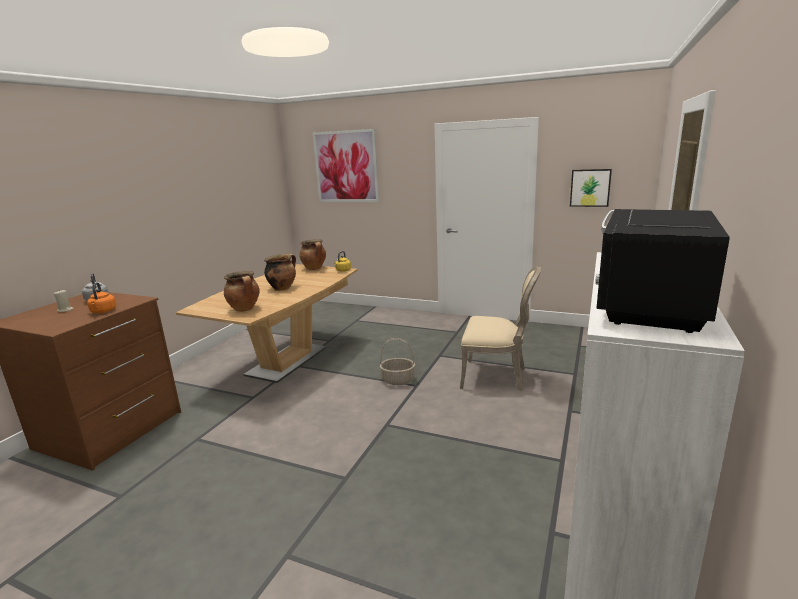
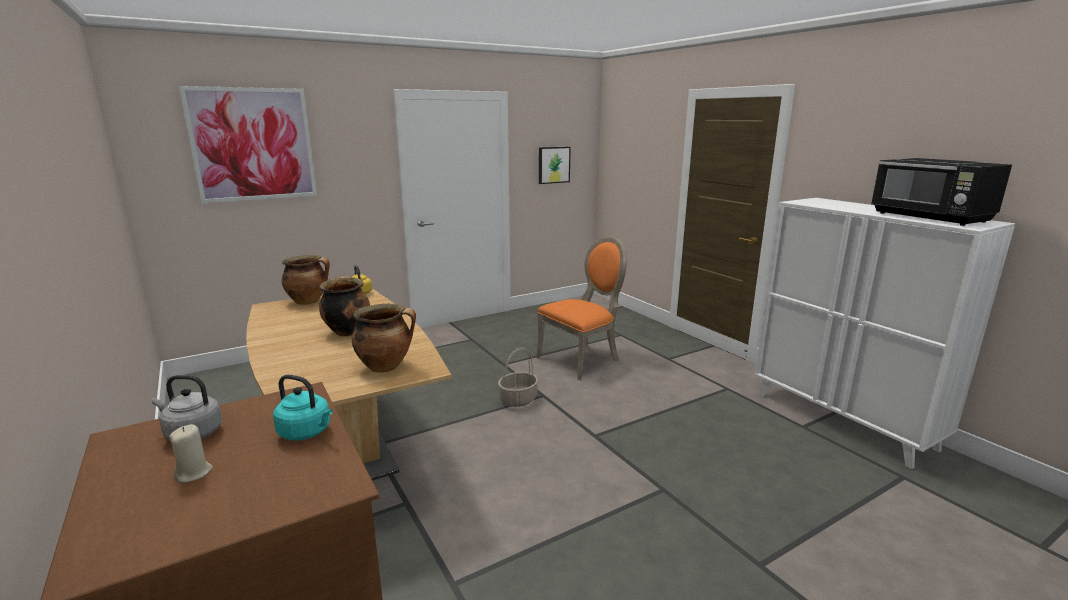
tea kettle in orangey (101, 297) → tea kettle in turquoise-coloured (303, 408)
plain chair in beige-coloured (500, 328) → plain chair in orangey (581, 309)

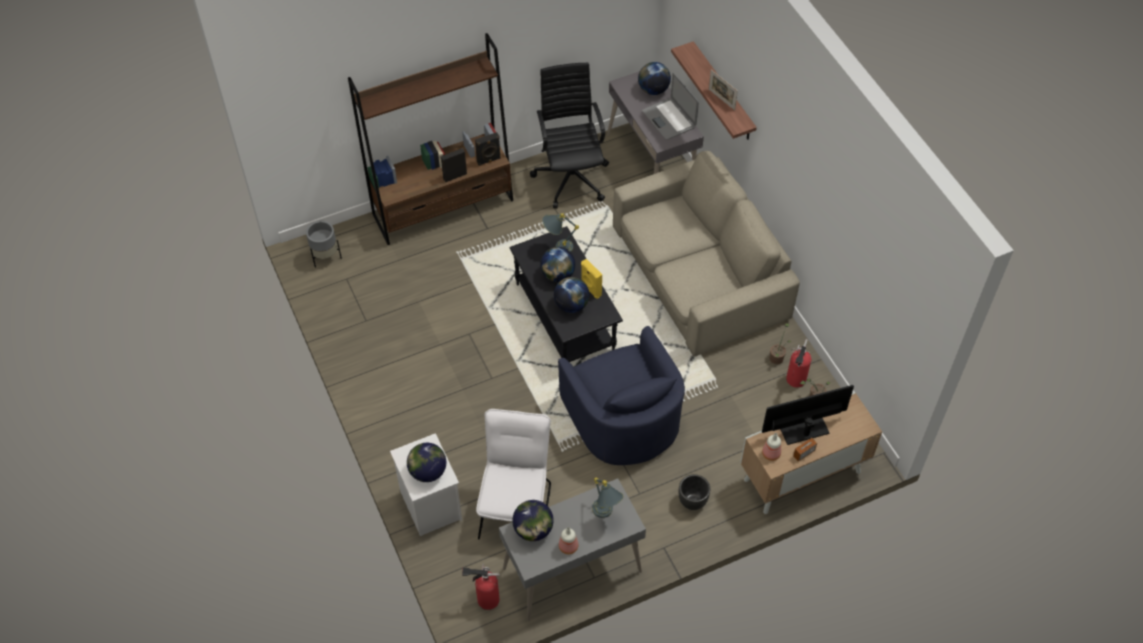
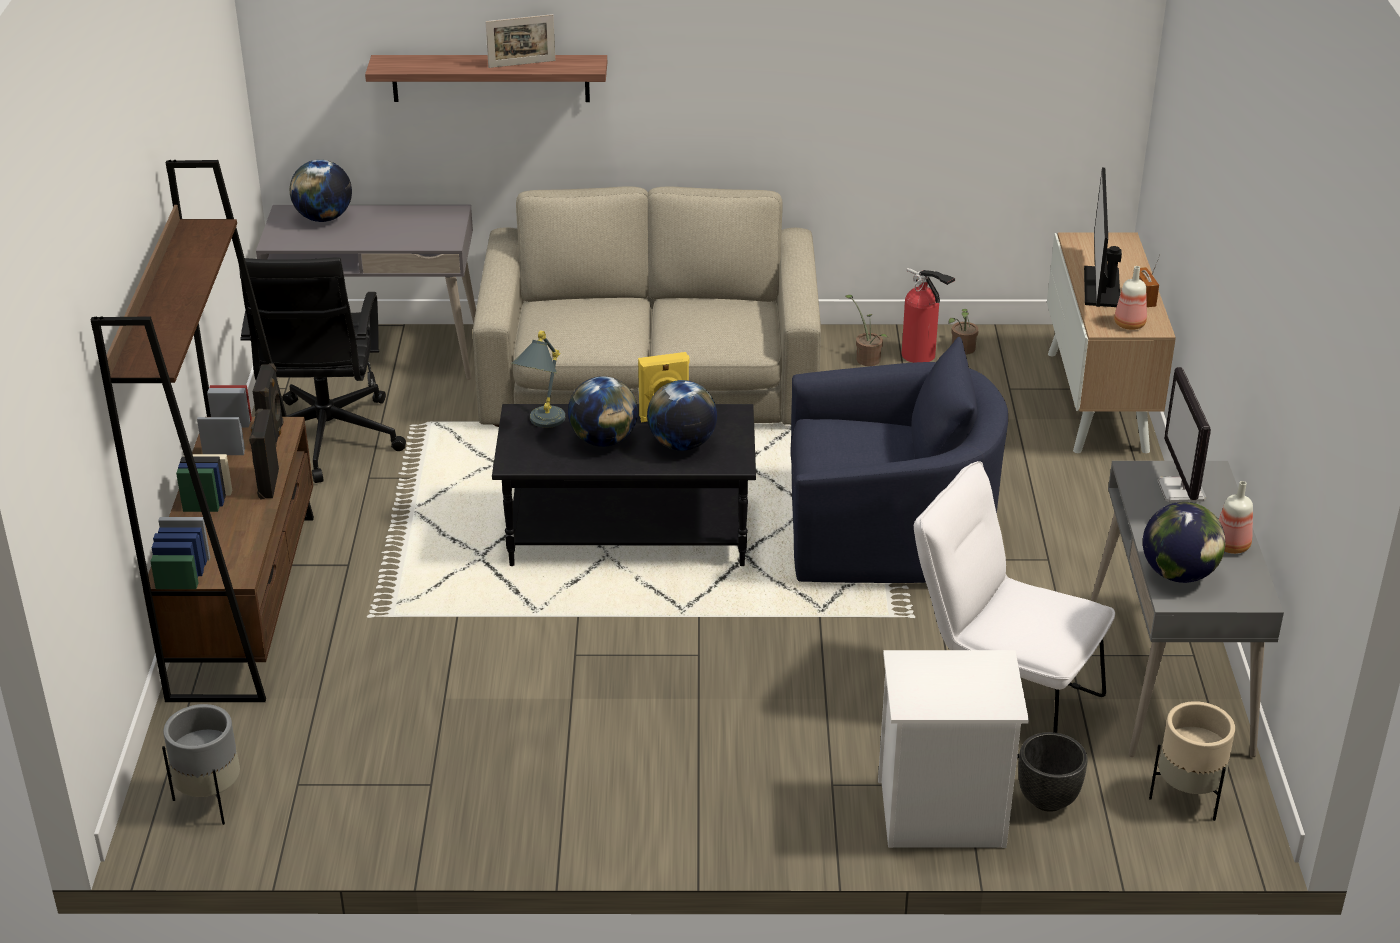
office chair in blackish (569, 135) → office chair in blackish (322, 370), 105 degrees counterclockwise
planter in blackish (694, 492) → planter in blackish (1053, 772), move
fire extinguisher (481, 586) → planter in beige-coloured (1192, 761)
tabletop lamp in greyish (607, 498) → monitor (1184, 434)
desk globe (426, 462) → -
portable computer (670, 106) → -

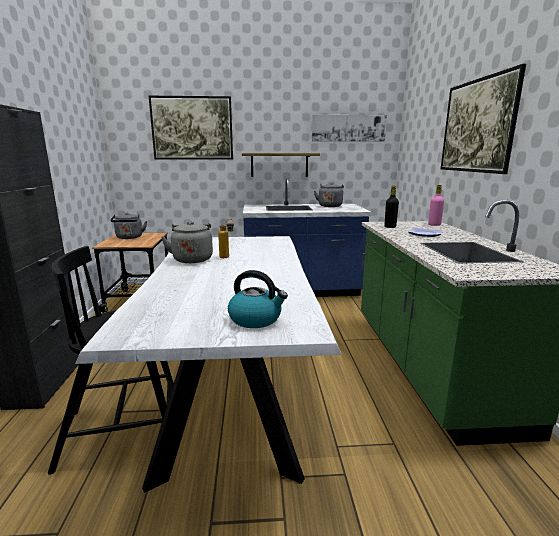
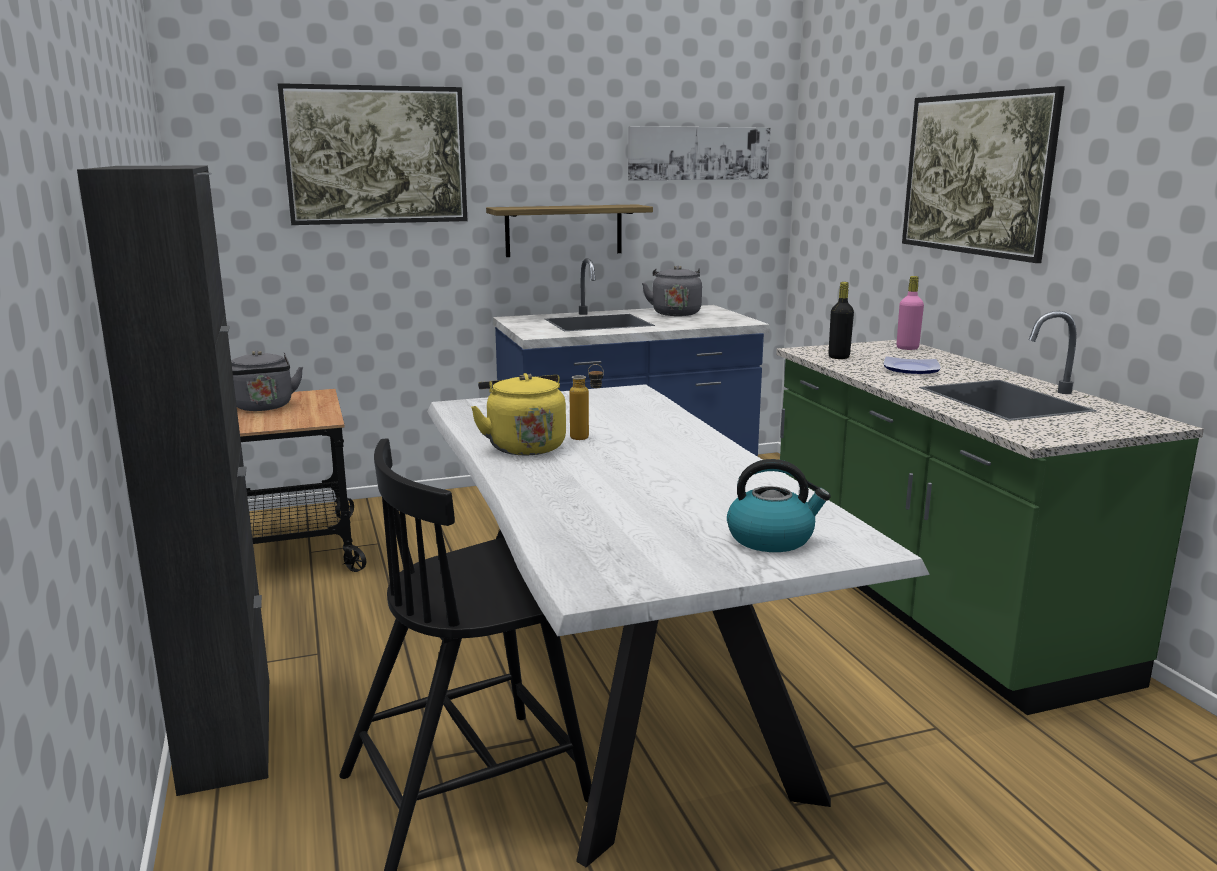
tea kettle in greyish (187, 242) → tea kettle in yellowish (518, 414)

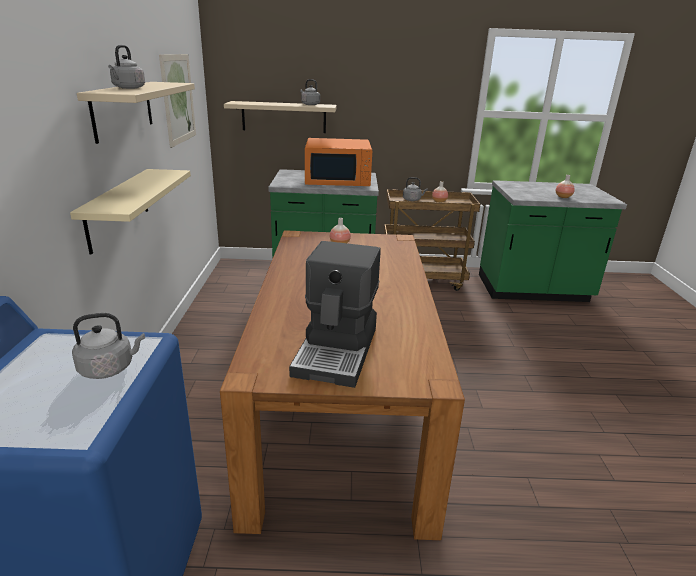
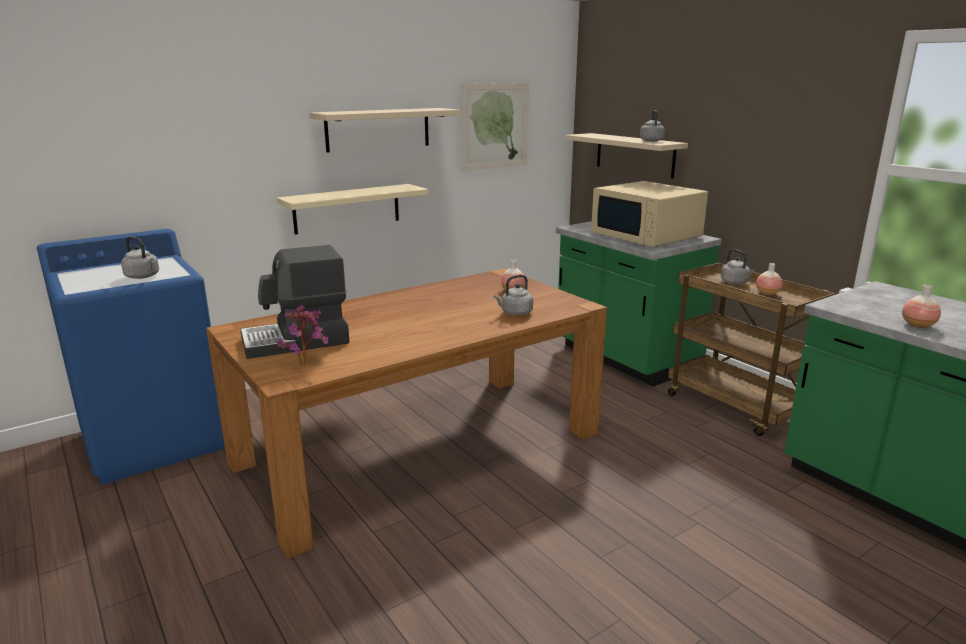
- → potted plant (303, 335)
tea kettle in greyish (126, 67) → tea kettle in greyish (513, 295), move
kitchen microwave in orangey (338, 162) → kitchen microwave in beige-coloured (649, 214)

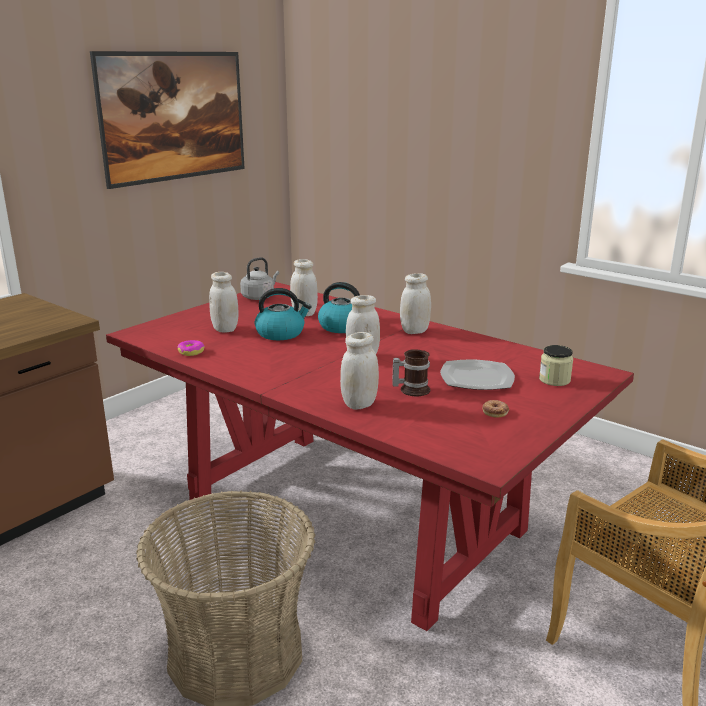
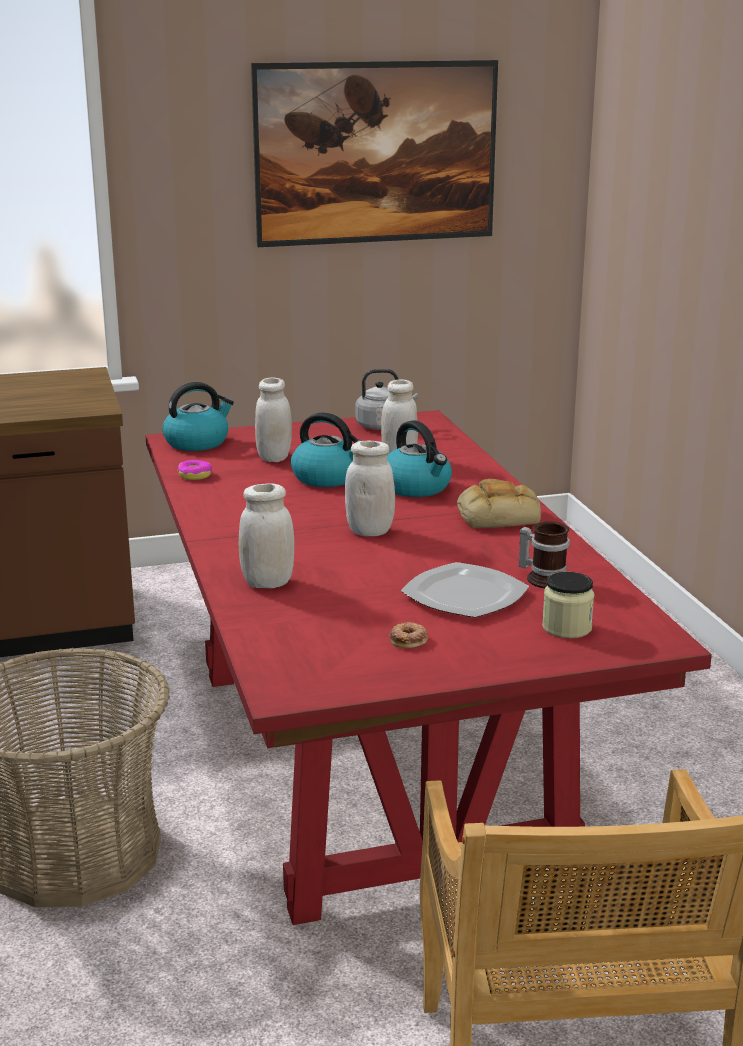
- → tea kettle (198, 416)
jar in white (415, 303) → bread (499, 503)
mug (411, 372) → mug (544, 554), move

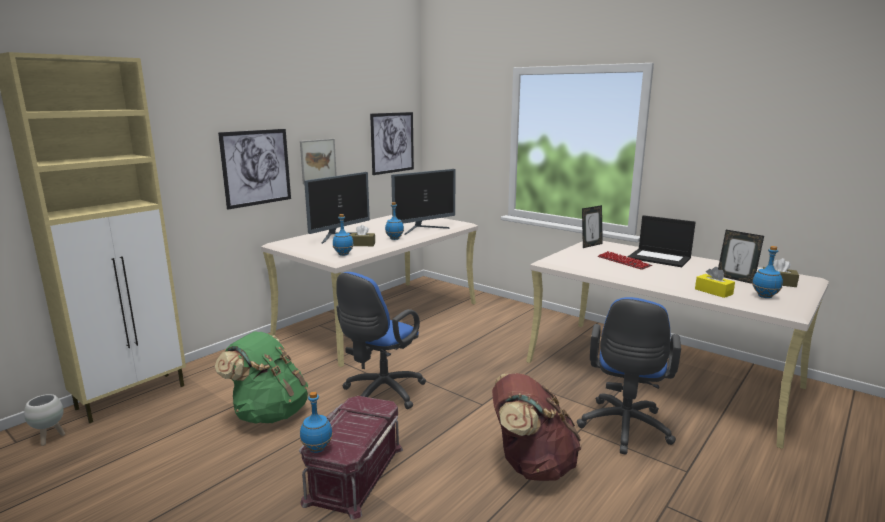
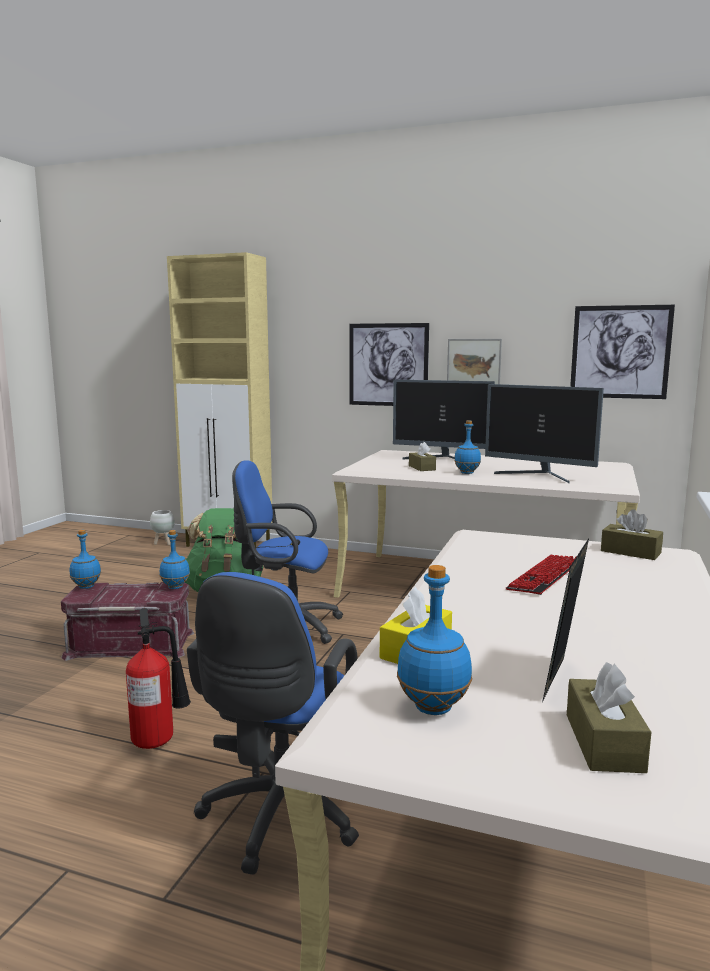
knapsack in brown-coloured (537, 427) → fire extinguisher (158, 678)
beverage bottle in blue-coloured (343, 235) → beverage bottle in blue-coloured (175, 559), move
office chair in blue-coloured (629, 376) → office chair in blue-coloured (273, 723), 75 degrees counterclockwise
standing frame (592, 226) → tissue box in brown-coloured (632, 534)
portable computer (662, 241) → -

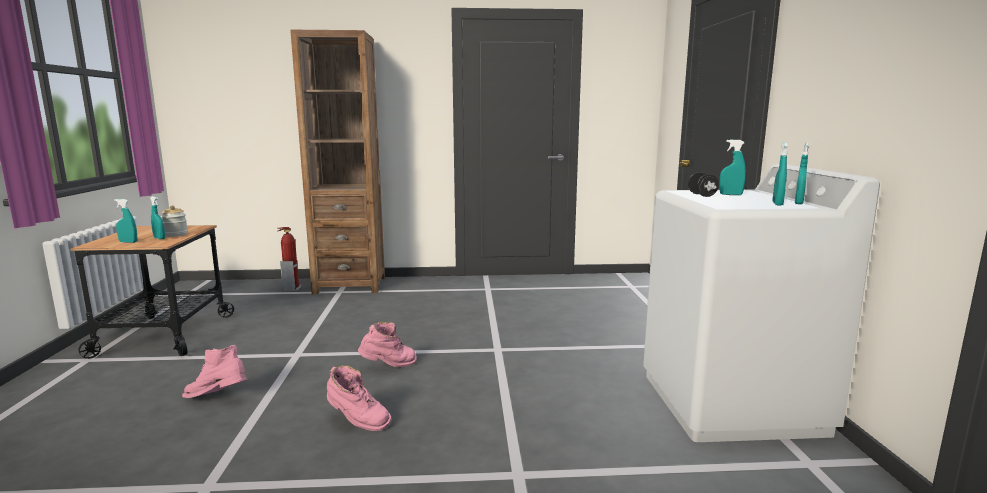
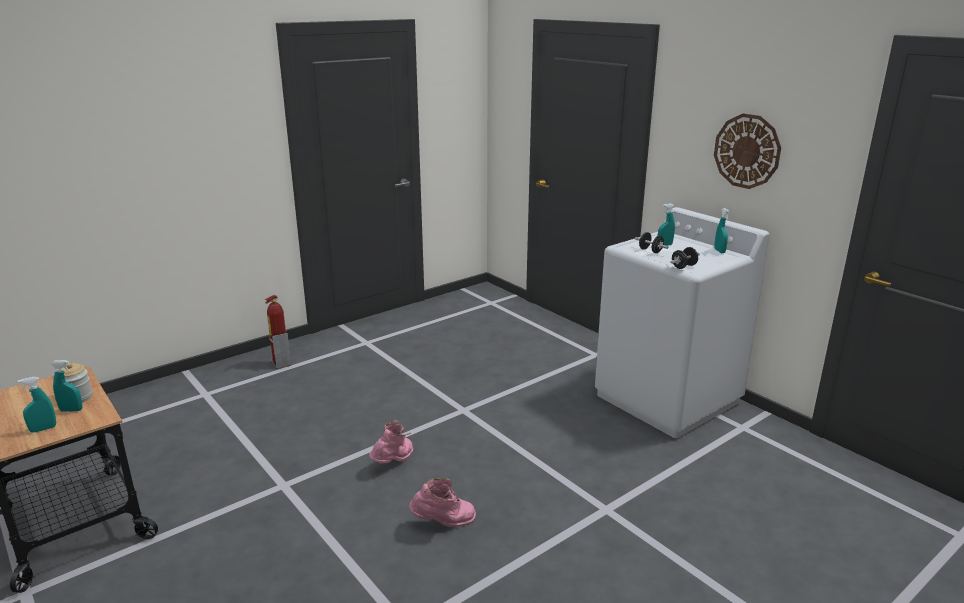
fire extinguisher (289, 259) → fire extinguisher (278, 332), move
- → dumbbell in blackish (685, 258)
- → clock on the wall (747, 151)
boot in pink-coloured (214, 371) → -
shelving unit in brown-coloured (337, 162) → -
hand sprayer in turquoise-coloured (780, 174) → -

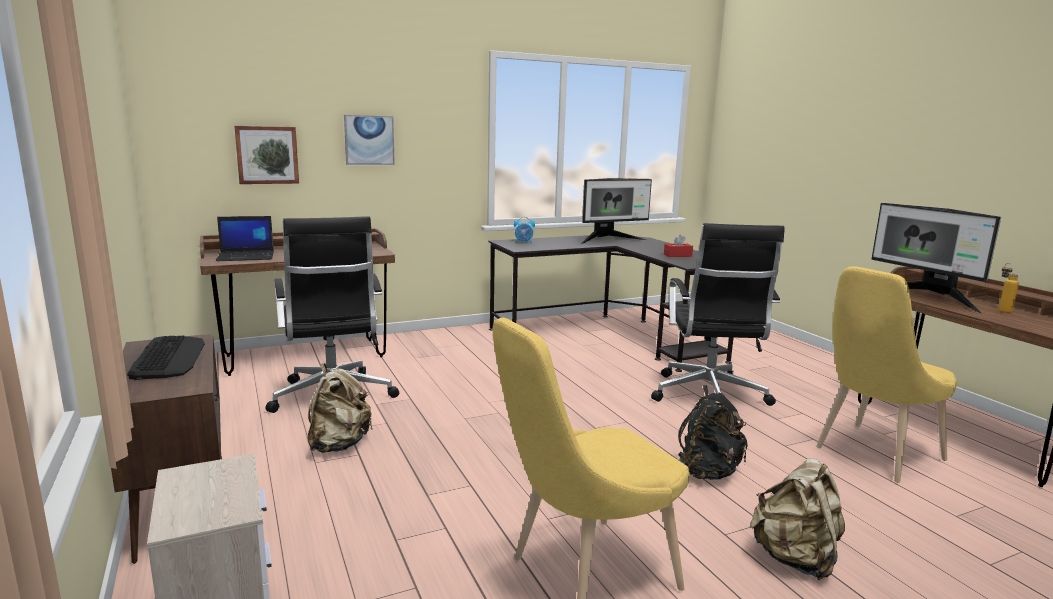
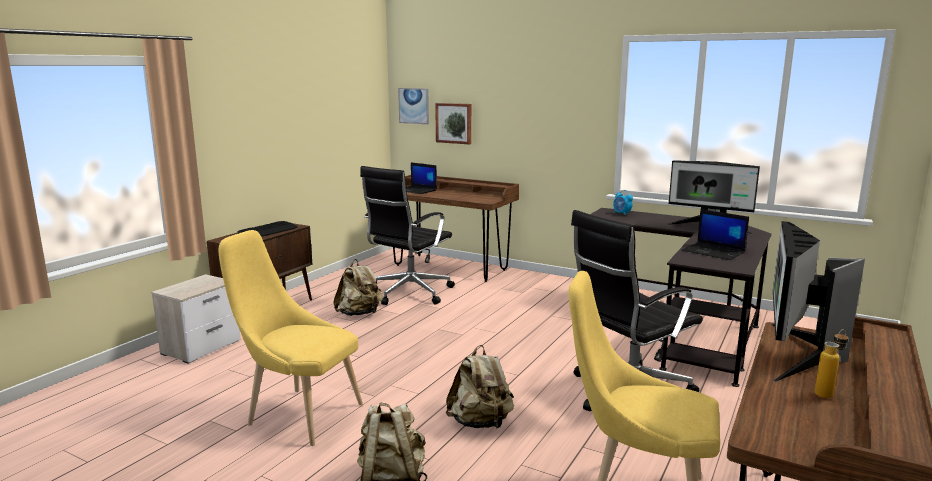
wall art (369, 140) → wall art (413, 106), move
knapsack in blackish (713, 432) → knapsack in beige-coloured (480, 387)
tissue box in red-coloured (678, 246) → portable computer (715, 234)

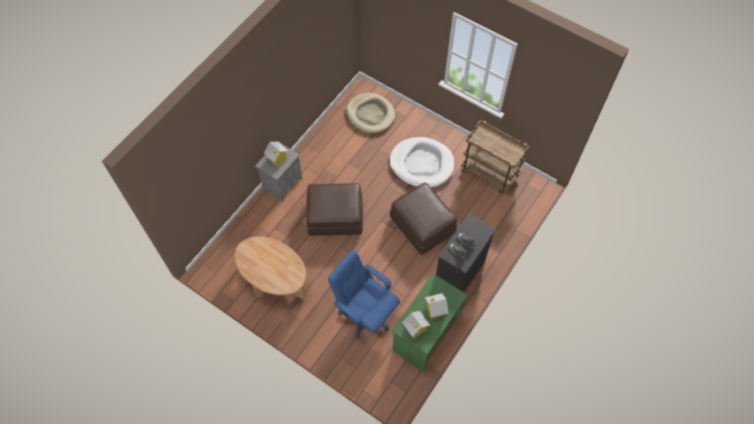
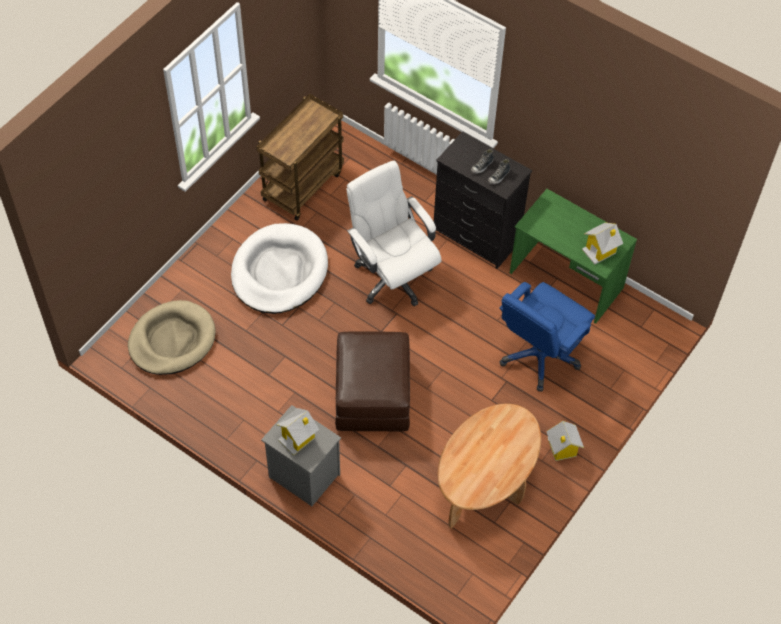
pouffe in brown-coloured (423, 218) → office chair in white (394, 233)
toy house (437, 306) → toy house (565, 441), move

